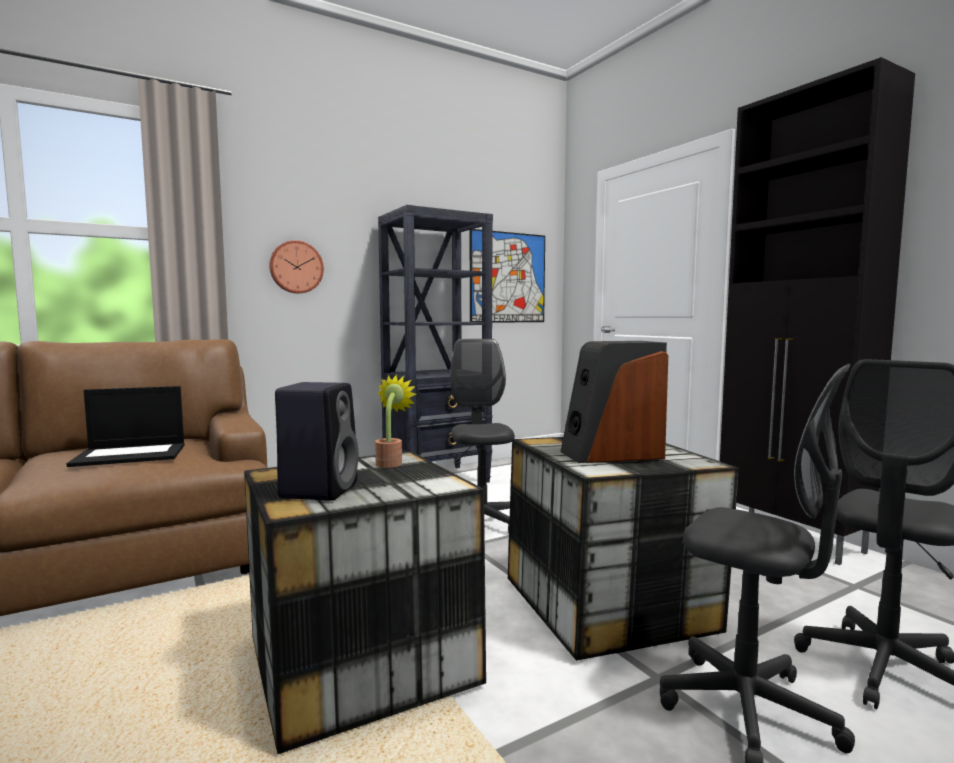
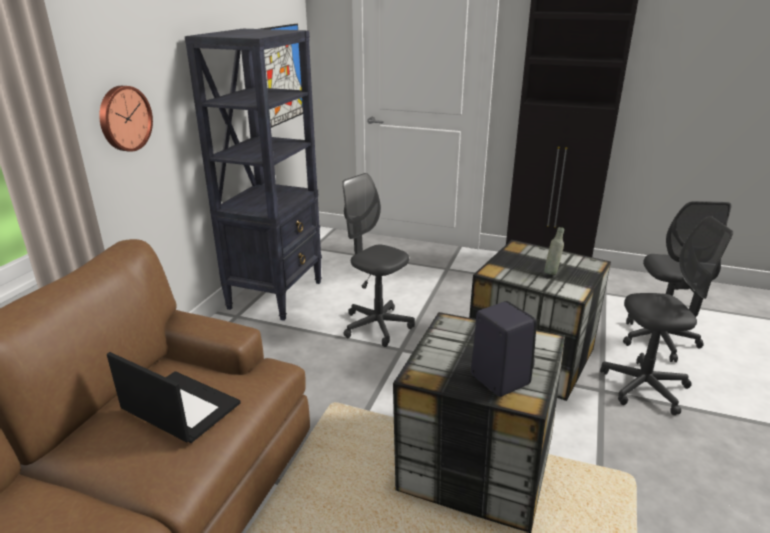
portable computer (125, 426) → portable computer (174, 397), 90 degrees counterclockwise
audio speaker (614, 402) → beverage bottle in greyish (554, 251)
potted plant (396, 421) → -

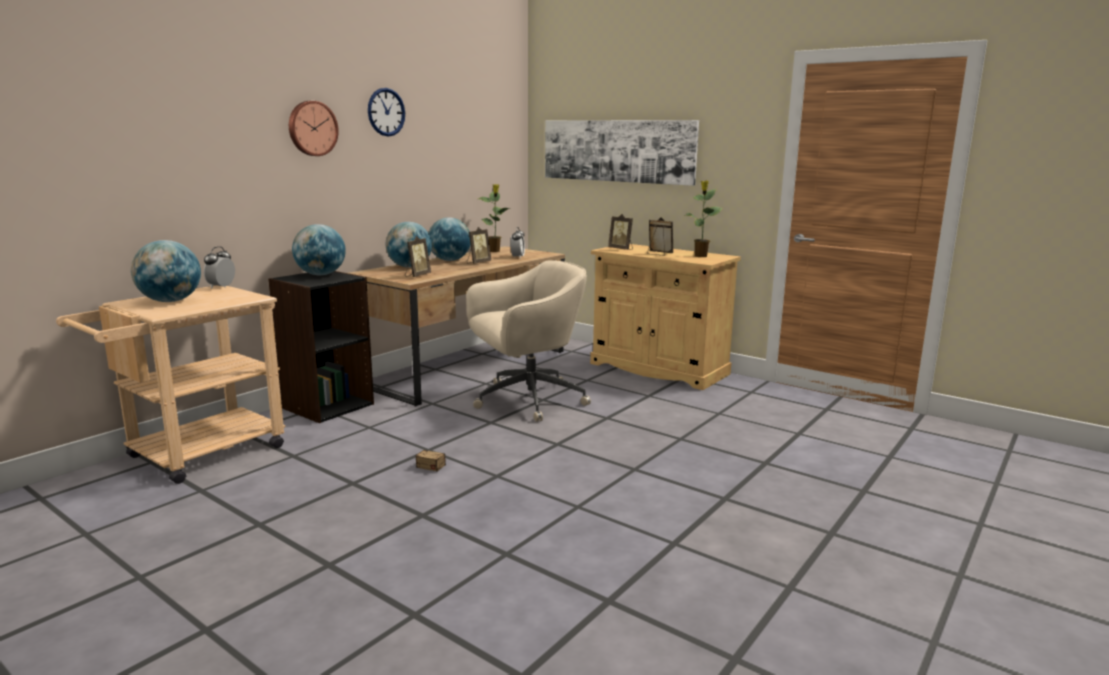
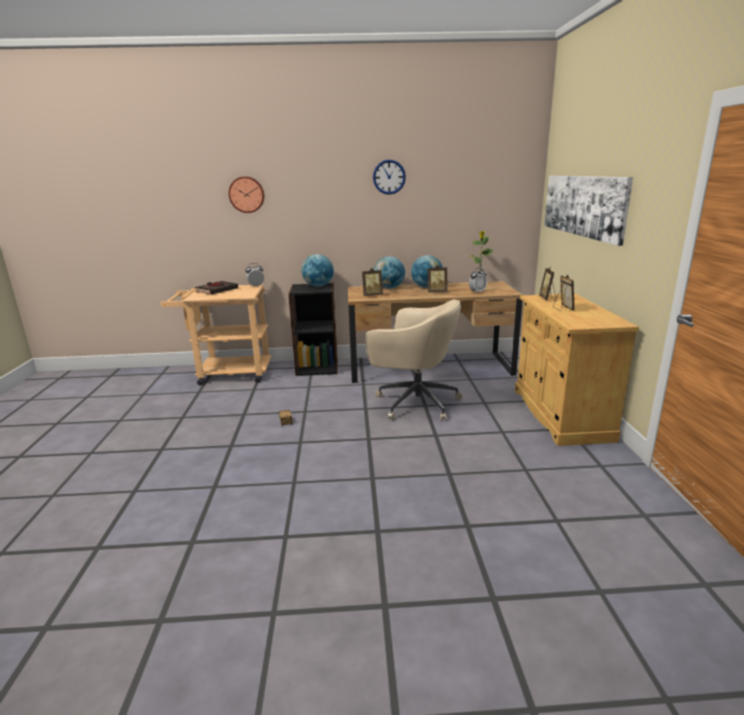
desk globe (166, 271) → bound book in blackish (216, 288)
clock on the wall (314, 128) → clock on the wall (246, 194), move
potted plant (703, 219) → -

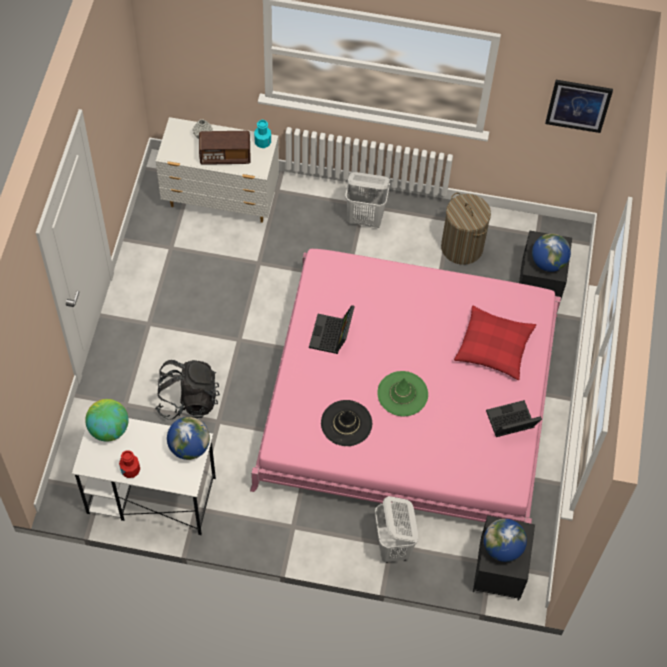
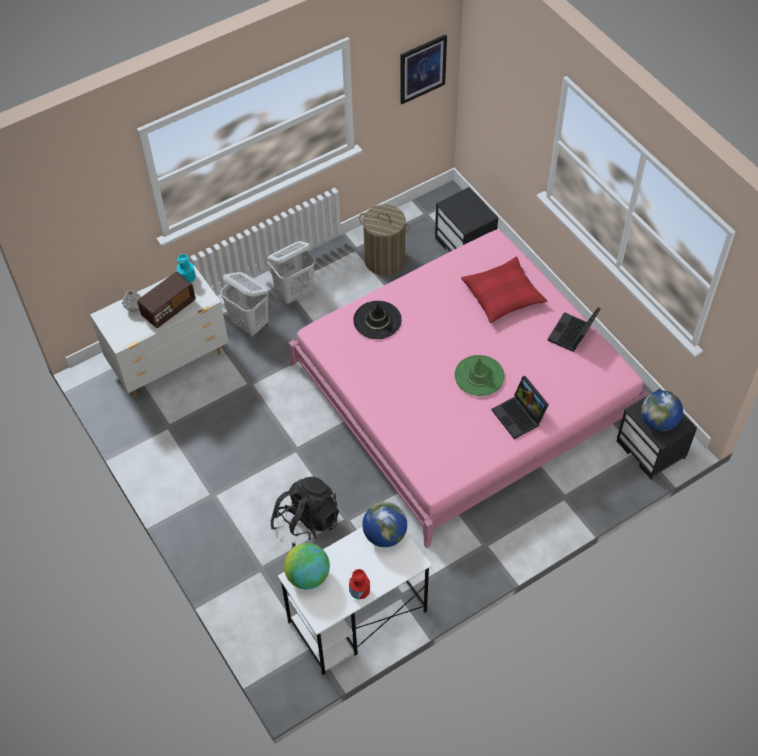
washing basket in white (396, 529) → washing basket in white (245, 304), move
clothing hat in blackish (346, 423) → clothing hat in blackish (377, 320), move
portable computer (332, 329) → portable computer (520, 407), move
desk globe (551, 252) → -

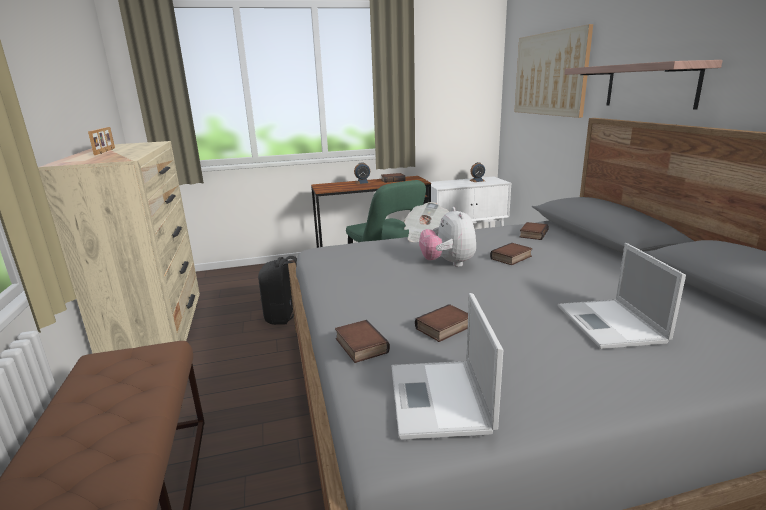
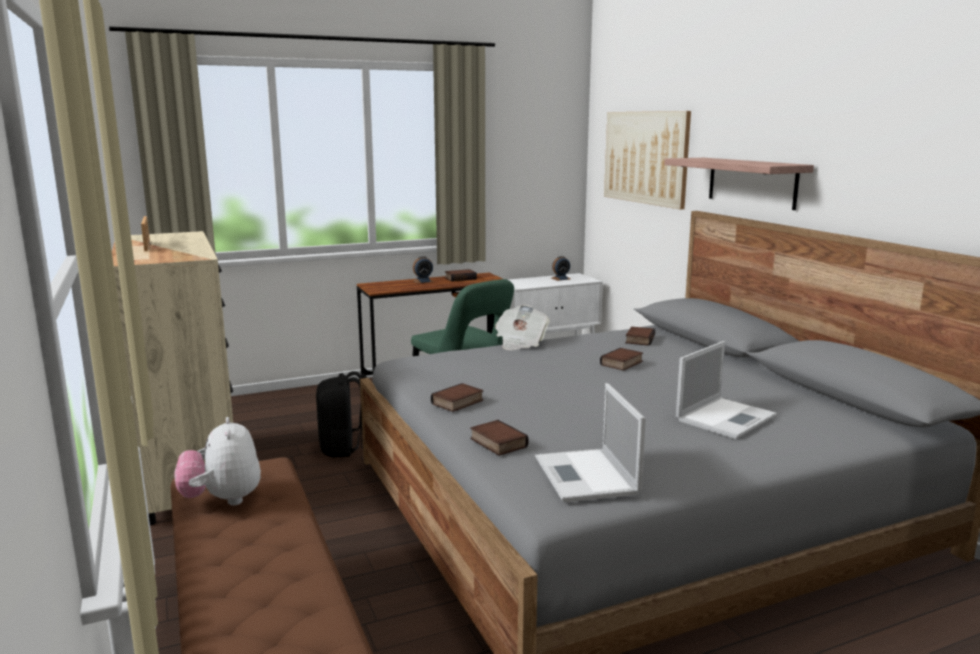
plush toy (447, 237) → plush toy (217, 461), move
bound book (441, 323) → bound book (457, 397), move
portable computer (622, 296) → portable computer (726, 390), 120 degrees counterclockwise

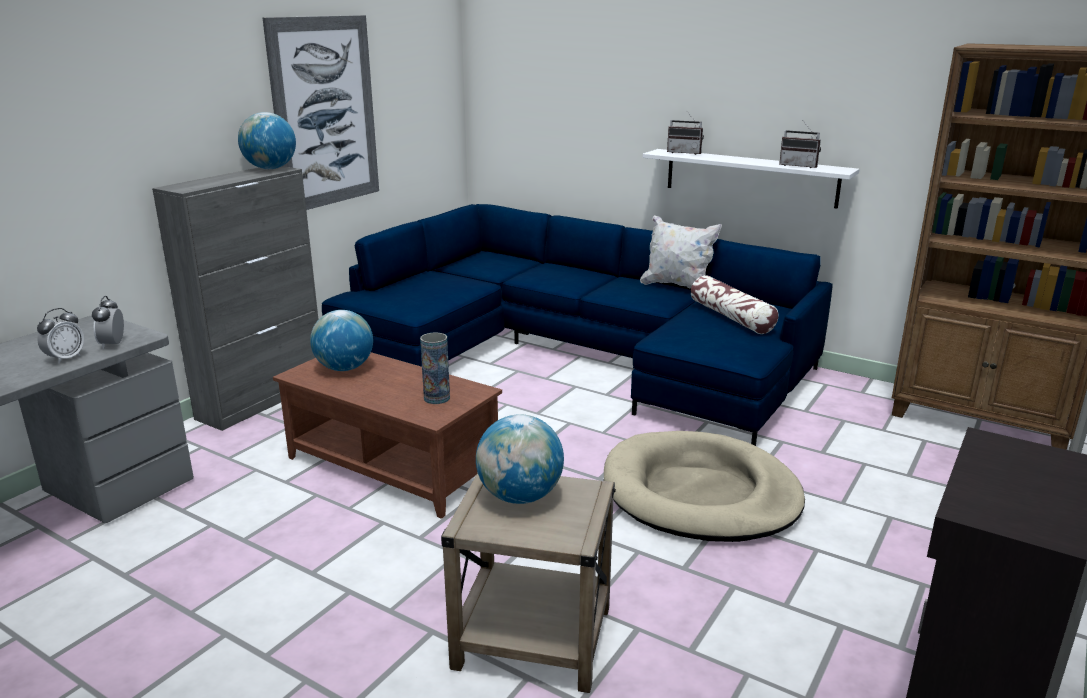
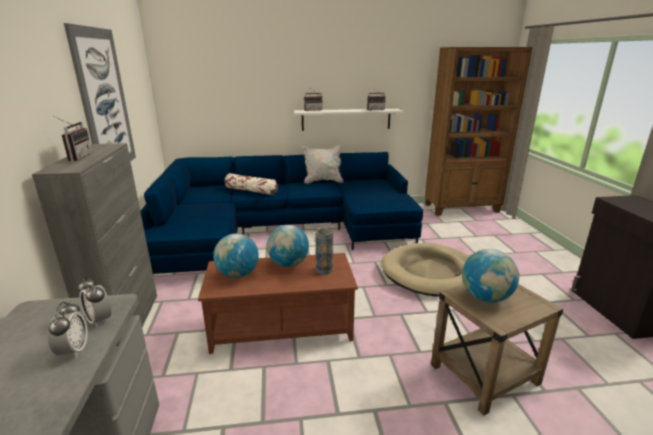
- → radio (73, 139)
cushion (735, 304) → cushion (251, 184), move
desk globe (267, 140) → desk globe (288, 246), move

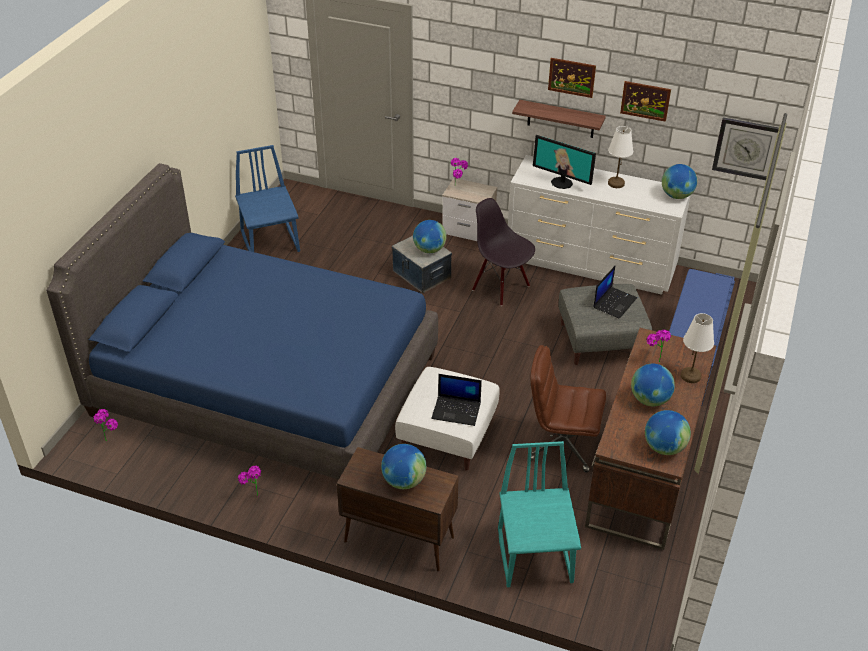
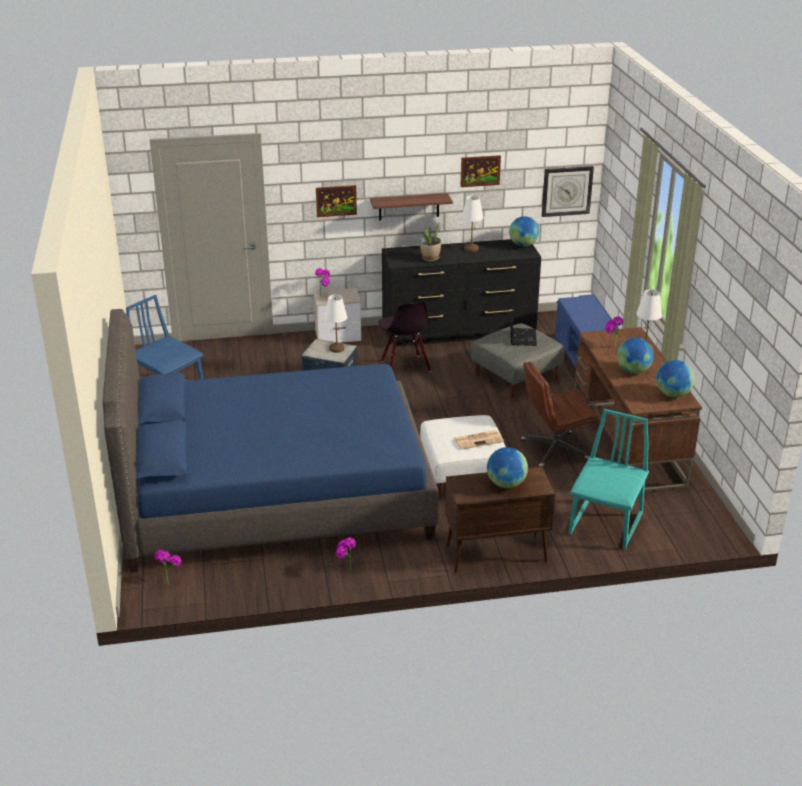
wall art (572, 78) → wall art (336, 201), move
desk globe (429, 236) → tabletop lamp in white (335, 324)
plain chair in blackish (503, 252) → plain chair in blackish (405, 336), 120 degrees counterclockwise
dresser in white (599, 225) → dresser in blackish (461, 292)
monitor (564, 162) → potted plant (430, 243)
portable computer (456, 400) → daily paper (479, 440)
plain chair in turquoise-coloured (539, 514) → plain chair in turquoise-coloured (608, 479), 60 degrees clockwise

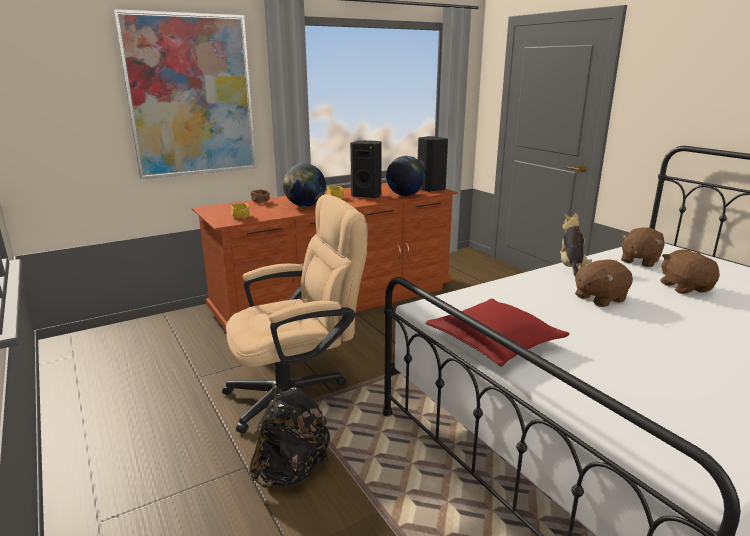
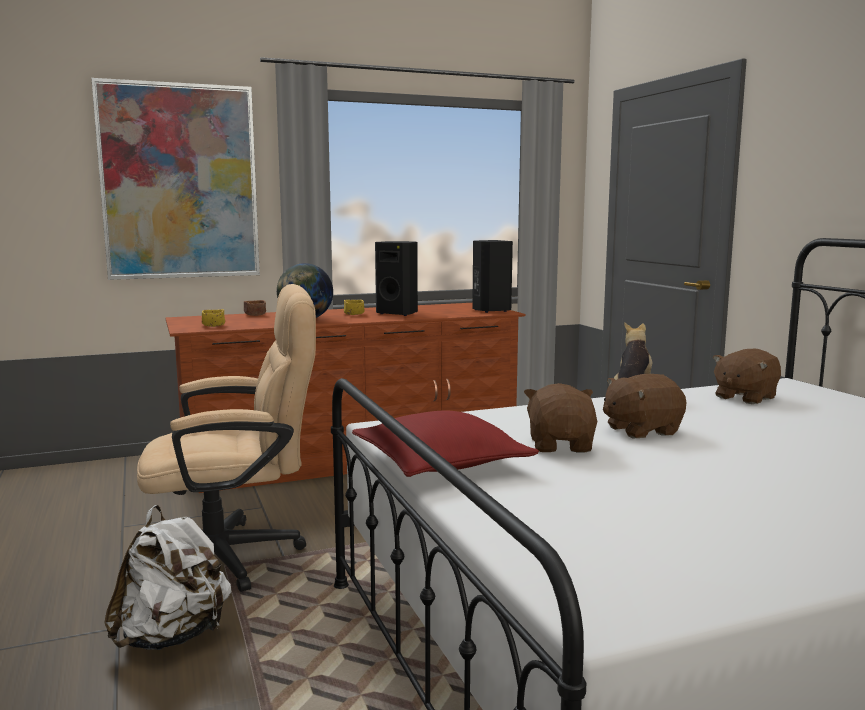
knapsack in blackish (290, 435) → knapsack in white (167, 577)
plush toy in brown-coloured (690, 272) → plush toy in brown-coloured (561, 418), move
desk globe (406, 176) → -

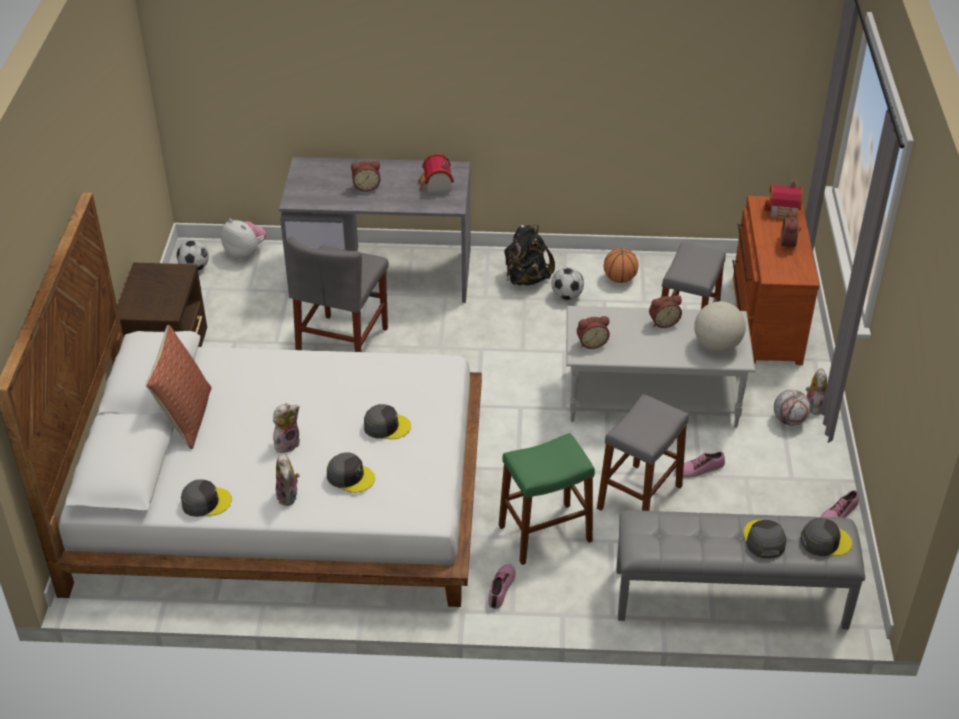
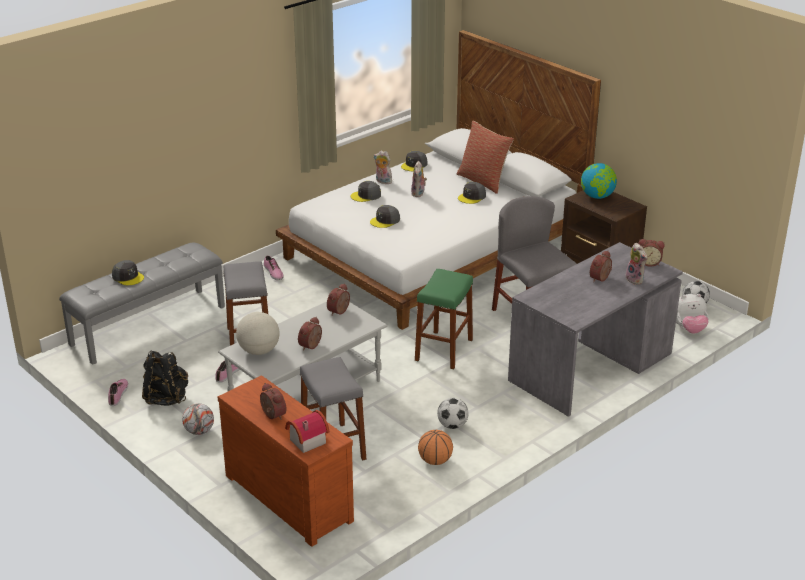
knapsack in blackish (529, 255) → knapsack in blackish (165, 378), move
stool in green (547, 499) → stool in green (444, 319), move
peaked cap in greyish (826, 537) → peaked cap in greyish (472, 193), move
- → desk globe (599, 181)
plush toy (816, 391) → plush toy (636, 264), move
- → alarm clock (652, 253)
toy house (436, 173) → -

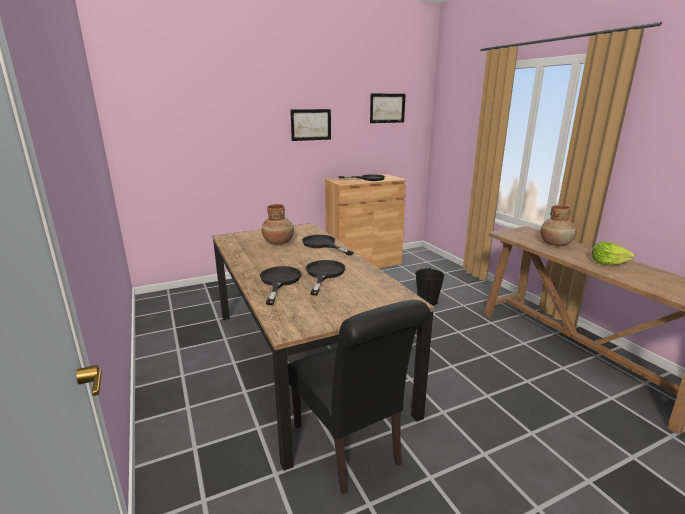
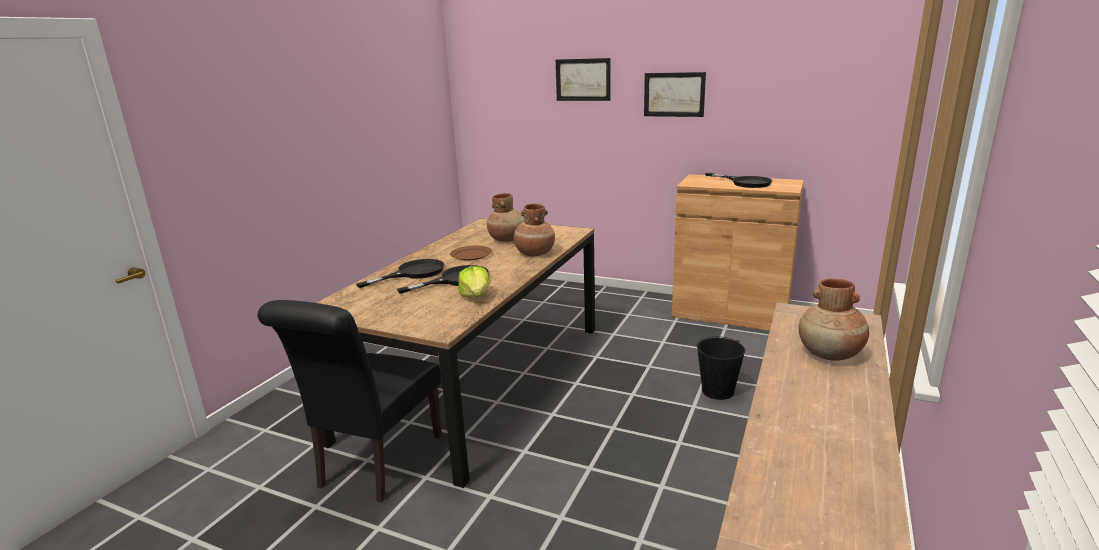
- → flat dish in brown-coloured (471, 253)
lettuce head (613, 253) → lettuce head (474, 282), move
skillet in blackish (328, 245) → decorative vase in brown-coloured (534, 230)
wall art (388, 108) → wall art (583, 79), move

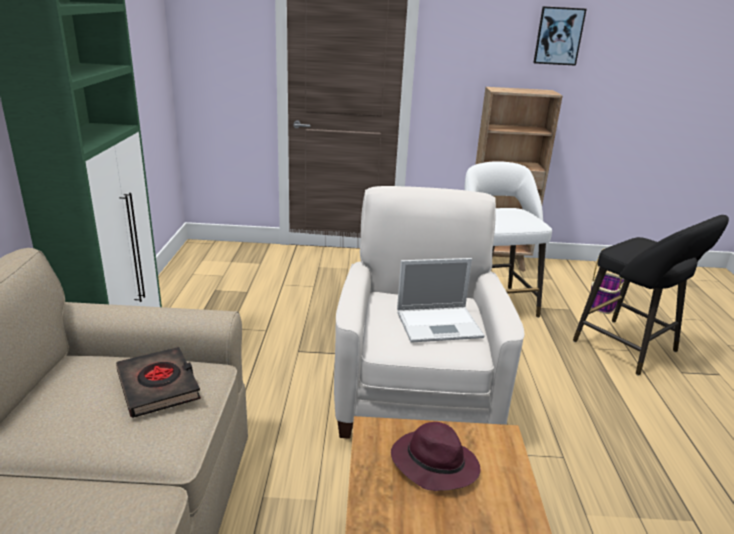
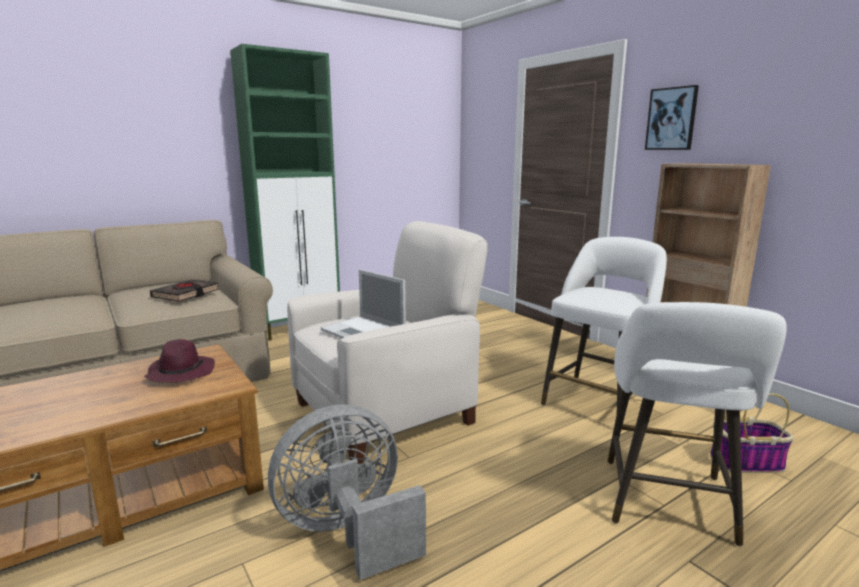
- → fan in greyish (347, 492)
stool in blackish (651, 295) → stool in white (697, 424)
wall art (560, 36) → wall art (672, 117), move

